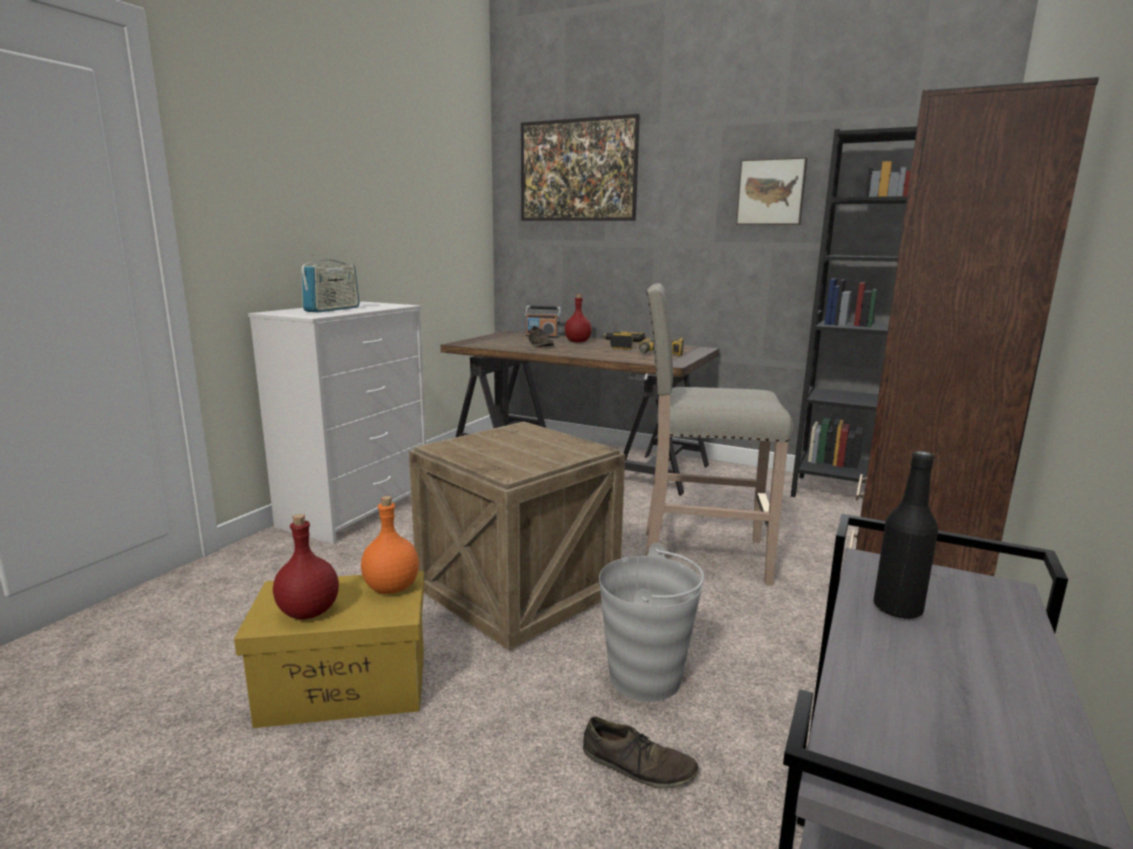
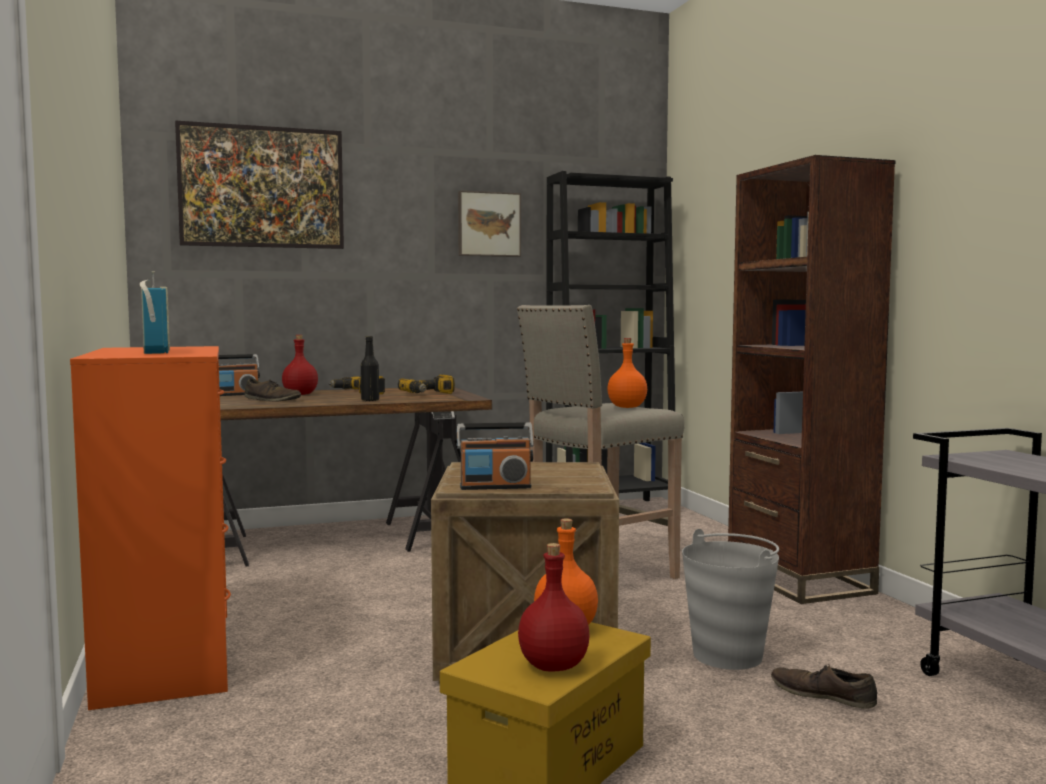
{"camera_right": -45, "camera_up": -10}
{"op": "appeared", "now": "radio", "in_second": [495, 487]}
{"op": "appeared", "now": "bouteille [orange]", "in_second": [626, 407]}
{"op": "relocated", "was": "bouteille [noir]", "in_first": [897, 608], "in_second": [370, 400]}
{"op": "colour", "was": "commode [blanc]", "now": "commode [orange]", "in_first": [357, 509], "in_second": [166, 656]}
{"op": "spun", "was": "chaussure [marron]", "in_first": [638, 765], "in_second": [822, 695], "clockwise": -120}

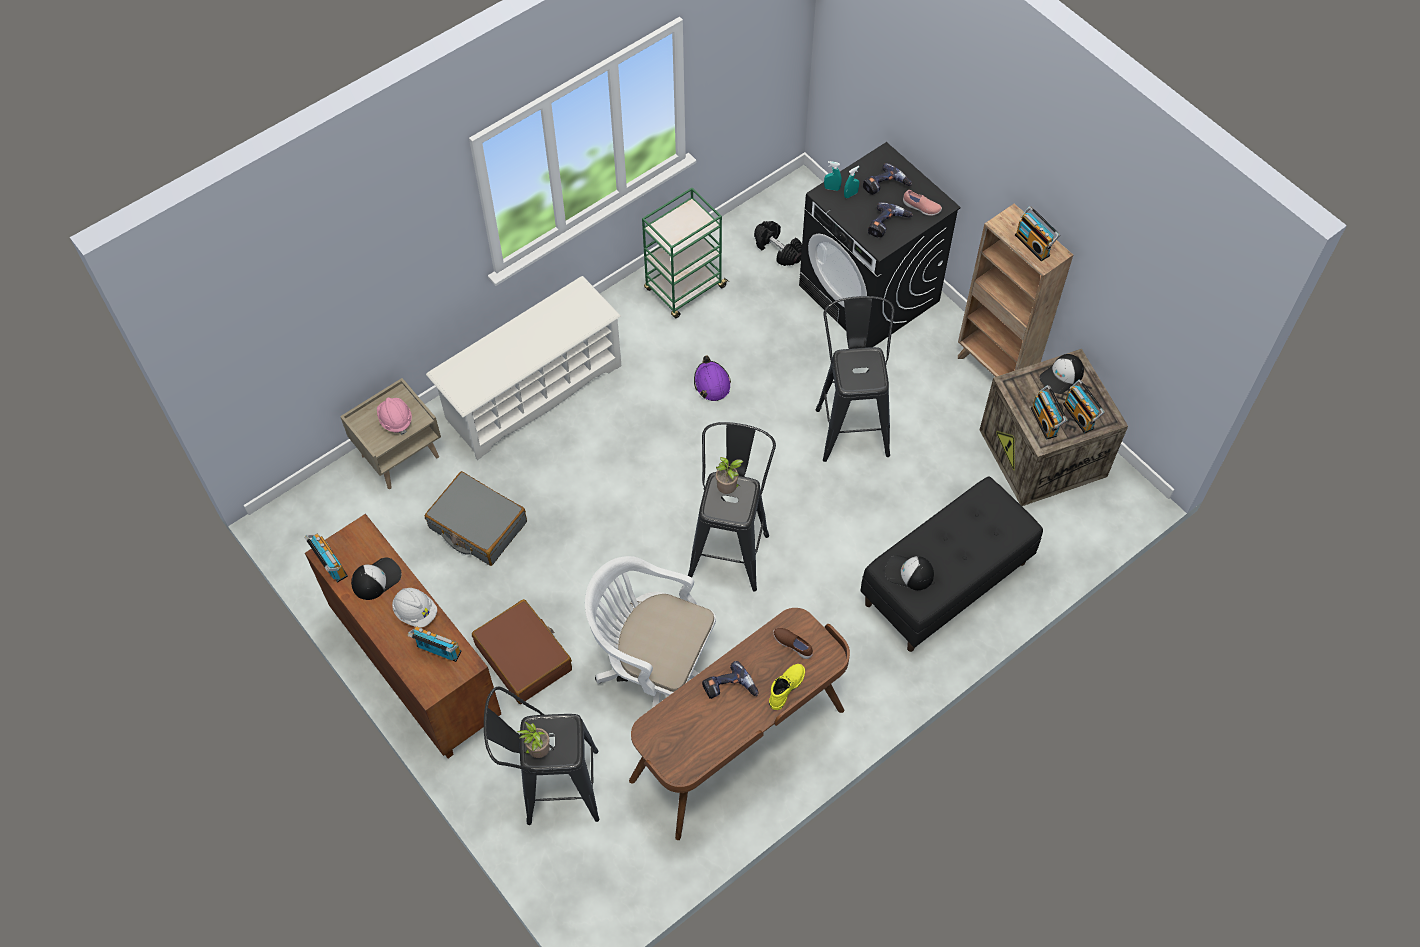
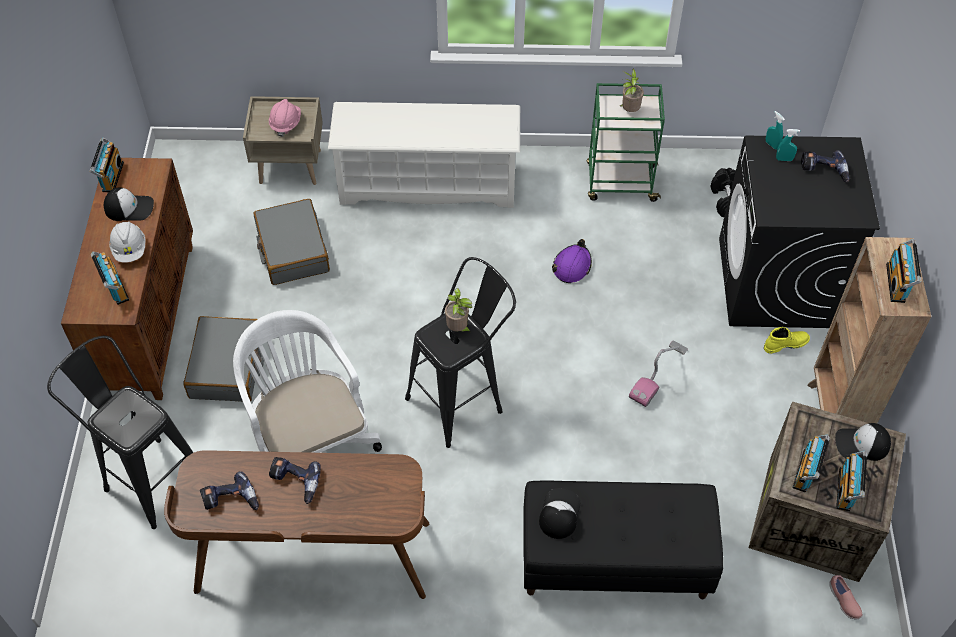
{"camera_right": 40, "camera_up": -5}
{"op": "missing", "was": "chaussure [marron]", "in_first": [793, 644]}
{"op": "relocated", "was": "plante en pot", "in_first": [538, 751], "in_second": [629, 110]}
{"op": "relocated", "was": "botte [jaune]", "in_first": [786, 687], "in_second": [785, 343]}
{"op": "relocated", "was": "perceuse", "in_first": [888, 225], "in_second": [230, 501]}
{"op": "relocated", "was": "chaussure [rose]", "in_first": [921, 208], "in_second": [843, 601]}
{"op": "exchanged", "was": "tabouret [noir]", "now": "aspirateur", "in_first": [851, 424], "in_second": [658, 374]}
{"op": "colour", "was": "valise [marron]", "now": "valise [gris]", "in_first": [524, 657], "in_second": [228, 367]}
{"op": "spun", "was": "casquette", "in_first": [909, 573], "in_second": [559, 513], "clockwise": 45}

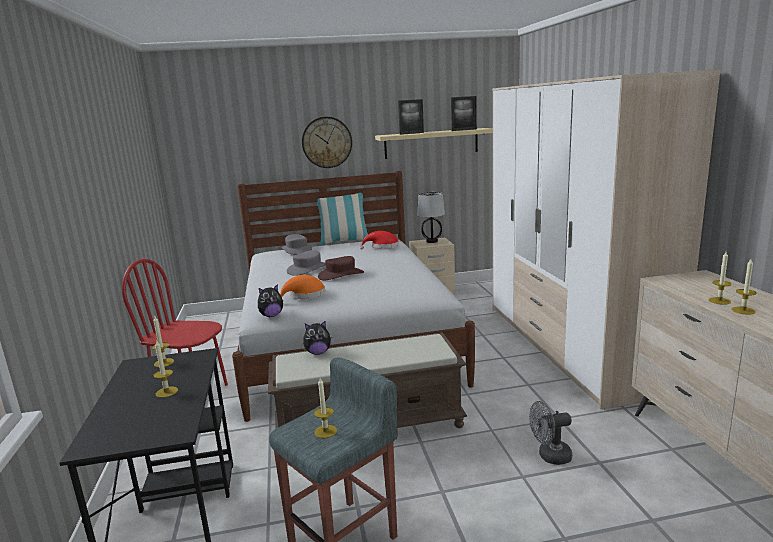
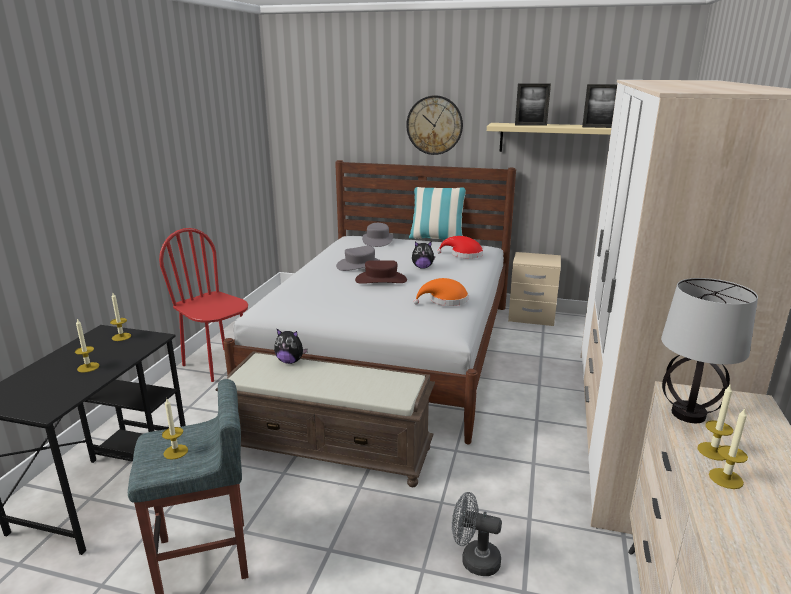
{"camera_right": 25, "camera_up": 5}
{"op": "relocated", "was": "peluche", "in_first": [271, 315], "in_second": [422, 267]}
{"op": "relocated", "was": "chapeau [orange]", "in_first": [305, 295], "in_second": [445, 300]}
{"op": "relocated", "was": "lampe de table", "in_first": [432, 241], "in_second": [689, 414]}

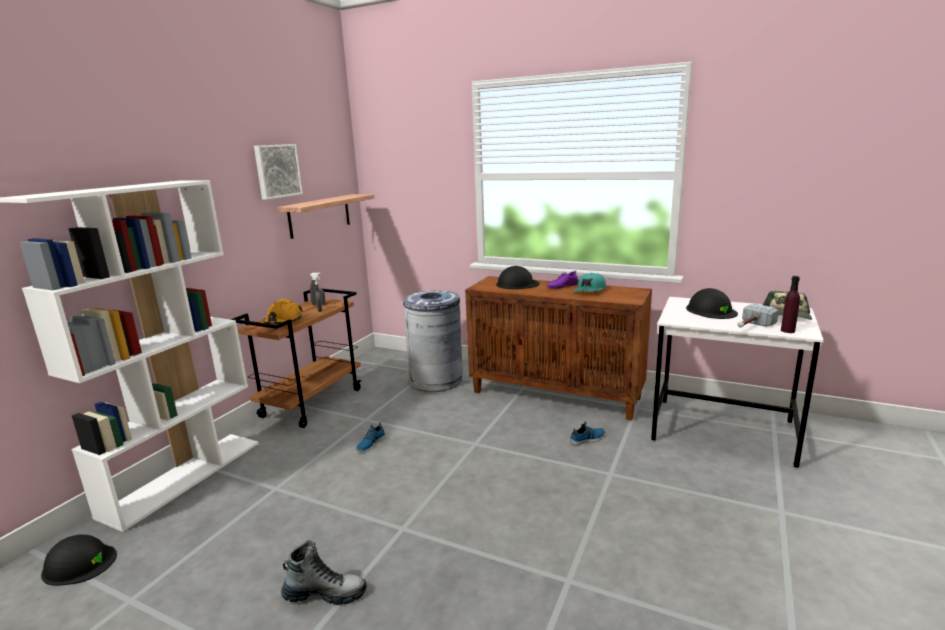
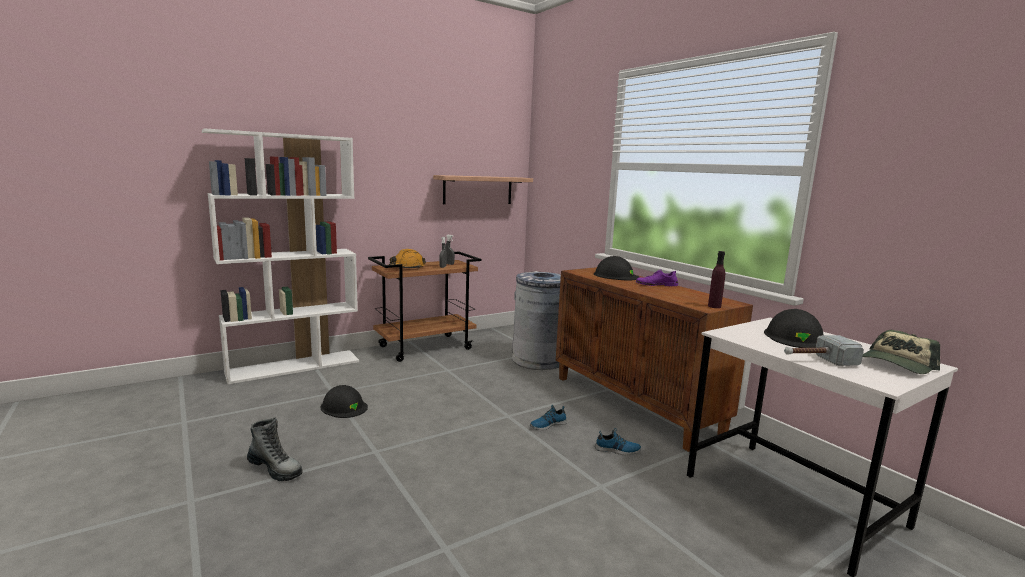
{"camera_right": 30, "camera_up": -5}
{"op": "missing", "was": "tableau", "in_first": [277, 171]}
{"op": "missing", "was": "casquette [turquoise]", "in_first": [590, 290]}
{"op": "relocated", "was": "casque de chantier [noir]", "in_first": [79, 564], "in_second": [344, 407]}
{"op": "relocated", "was": "chaussure", "in_first": [370, 444], "in_second": [547, 425]}
{"op": "relocated", "was": "bouteille [violet]", "in_first": [787, 331], "in_second": [714, 306]}

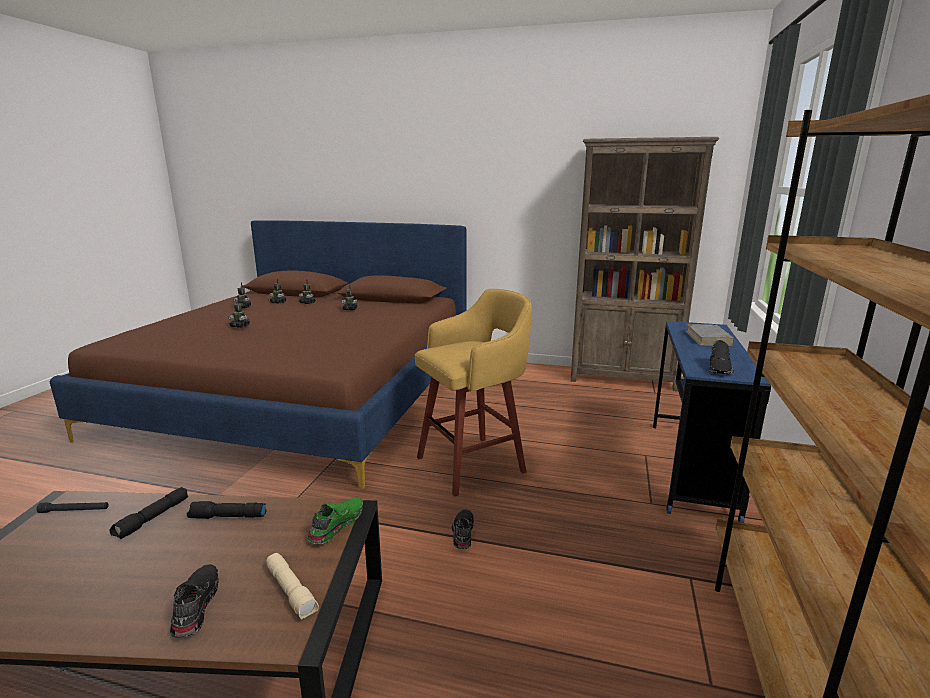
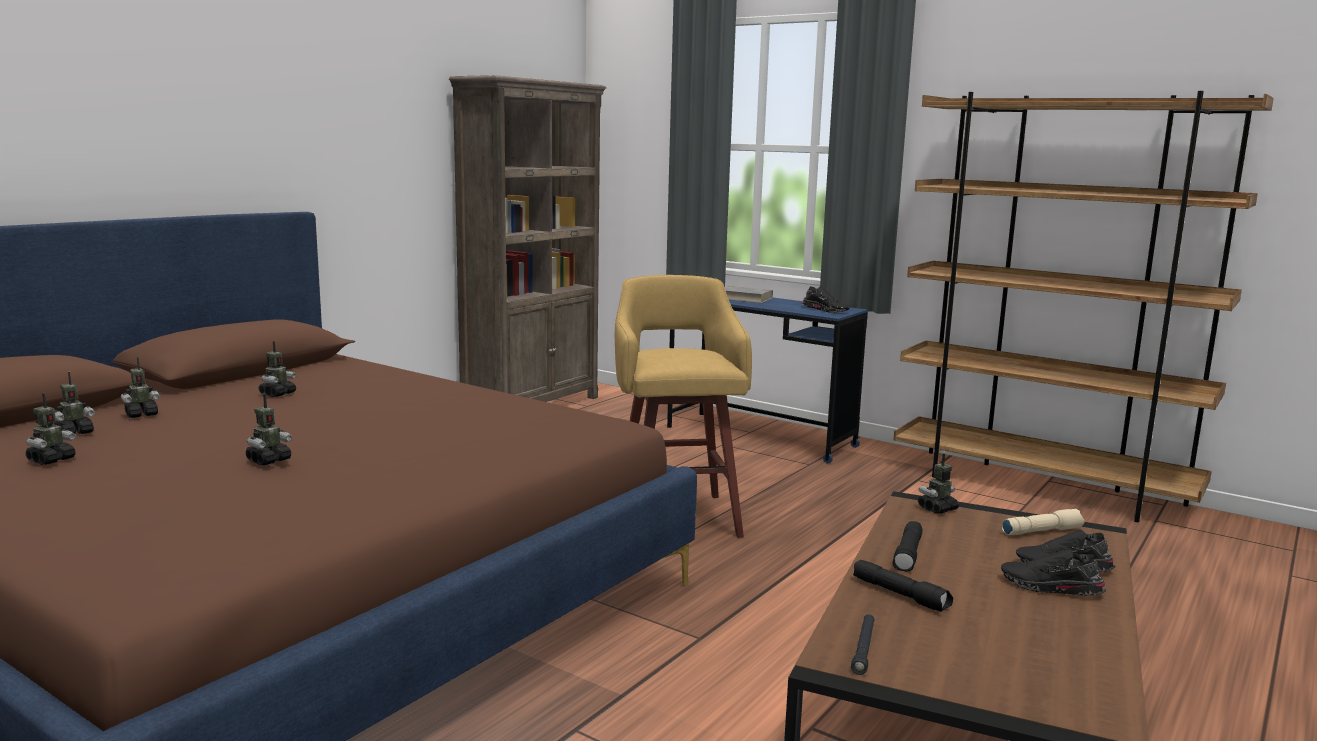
{"camera_right": -70, "camera_up": -5}
{"op": "relocated", "was": "chaussure [noir]", "in_first": [462, 533], "in_second": [1050, 588]}
{"op": "exchanged", "was": "chaussure [vert]", "now": "robot jouet", "in_first": [335, 525], "in_second": [937, 509]}

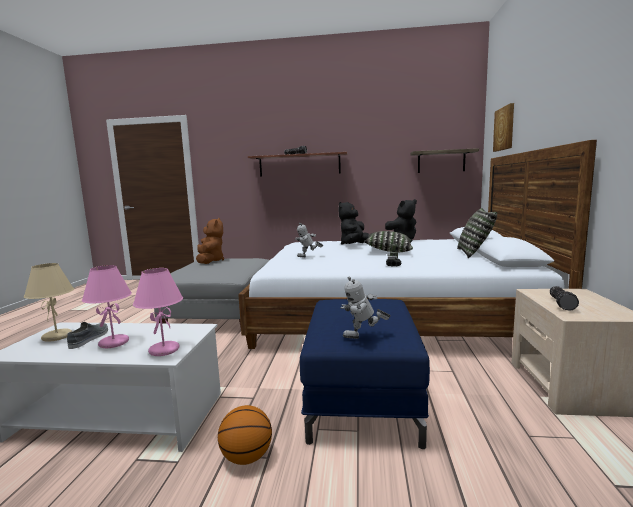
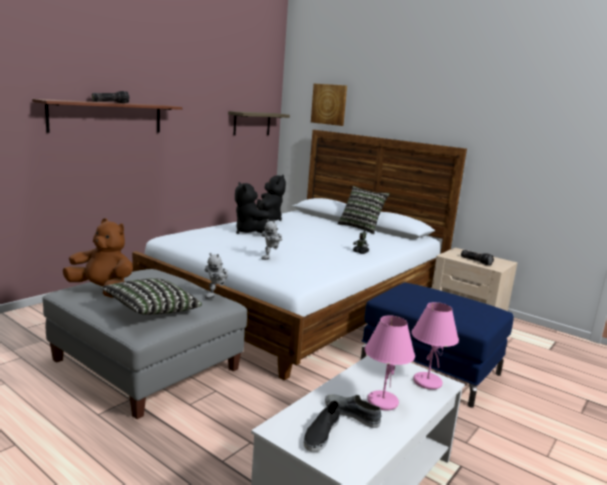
{"camera_right": -60, "camera_up": 5}
{"op": "missing", "was": "ballon de basket", "in_first": [247, 457]}
{"op": "relocated", "was": "robot jouet", "in_first": [364, 338], "in_second": [216, 296]}
{"op": "relocated", "was": "coussin", "in_first": [388, 251], "in_second": [151, 311]}
{"op": "exchanged", "was": "lampe de table [beige]", "now": "chaussure [noir]", "in_first": [57, 337], "in_second": [321, 433]}

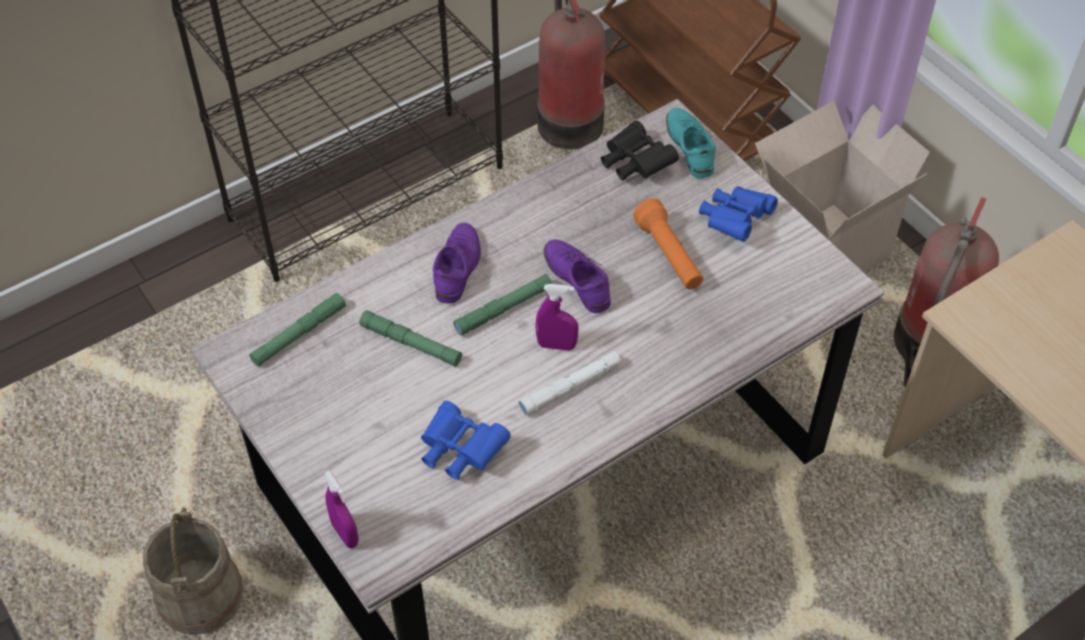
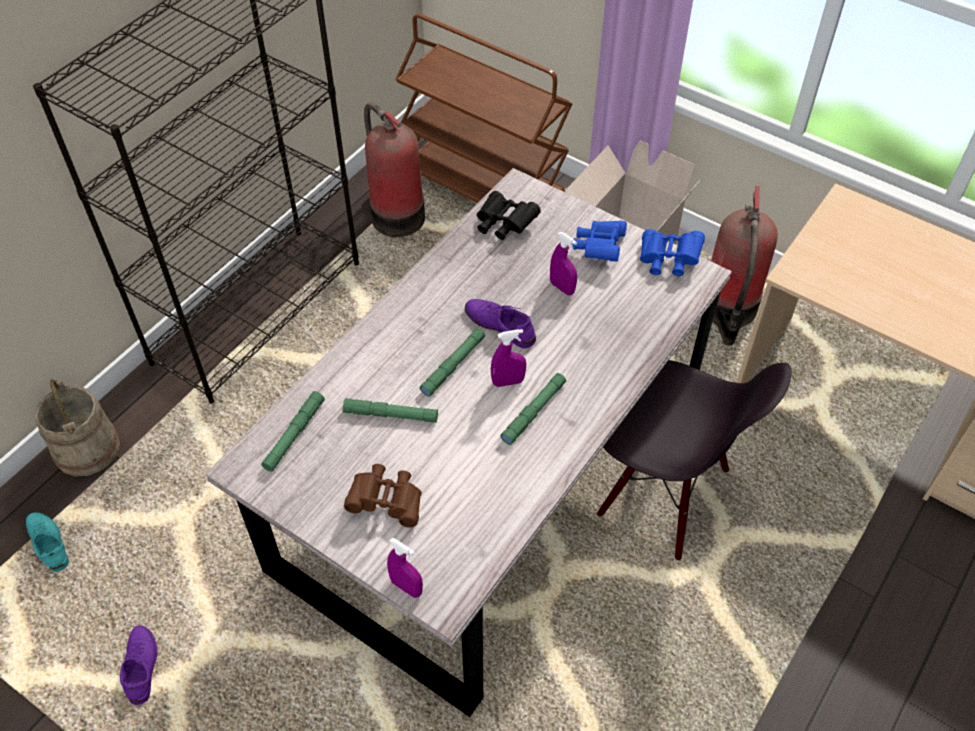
{"camera_right": -20, "camera_up": 0}
{"op": "appeared", "now": "jumelles [marron]", "in_second": [387, 502]}
{"op": "appeared", "now": "chaise [noir]", "in_second": [663, 494]}
{"op": "relocated", "was": "seau [beige]", "in_first": [201, 596], "in_second": [87, 448]}
{"op": "relocated", "was": "jumelles [bleu]", "in_first": [460, 451], "in_second": [668, 260]}
{"op": "relocated", "was": "chaussure [violet]", "in_first": [457, 267], "in_second": [141, 666]}
{"op": "relocated", "was": "chaussure [turquoise]", "in_first": [690, 146], "in_second": [49, 543]}
{"op": "exchanged", "was": "lampe de poche [orange]", "now": "vaporisateur [violet]", "in_first": [669, 255], "in_second": [562, 288]}
{"op": "colour", "was": "lampe de poche [blanc]", "now": "lampe de poche [vert]", "in_first": [570, 387], "in_second": [533, 412]}

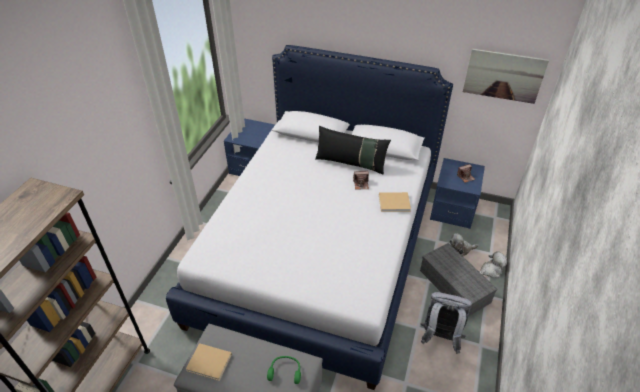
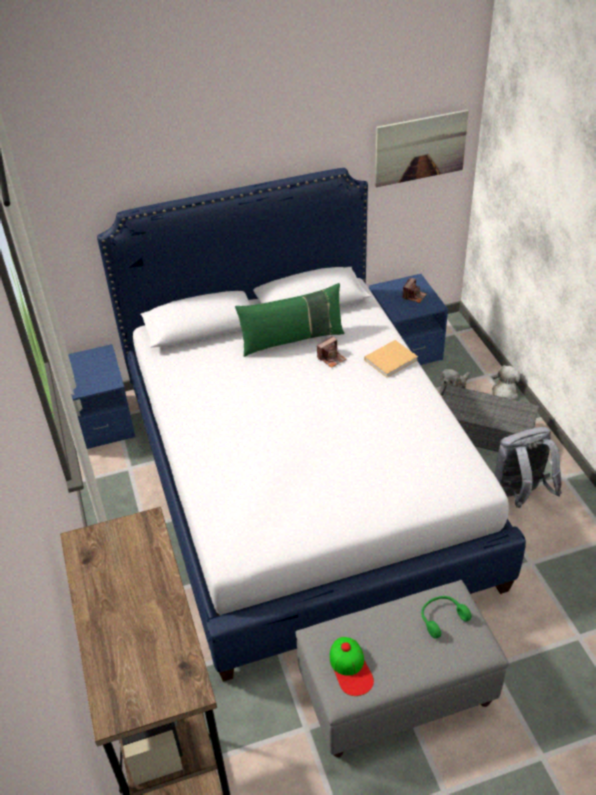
{"camera_right": -35, "camera_up": 0}
{"op": "exchanged", "was": "livre [beige]", "now": "casquette", "in_first": [210, 363], "in_second": [351, 668]}
{"op": "colour", "was": "coussin [noir]", "now": "coussin [vert]", "in_first": [351, 163], "in_second": [292, 339]}

